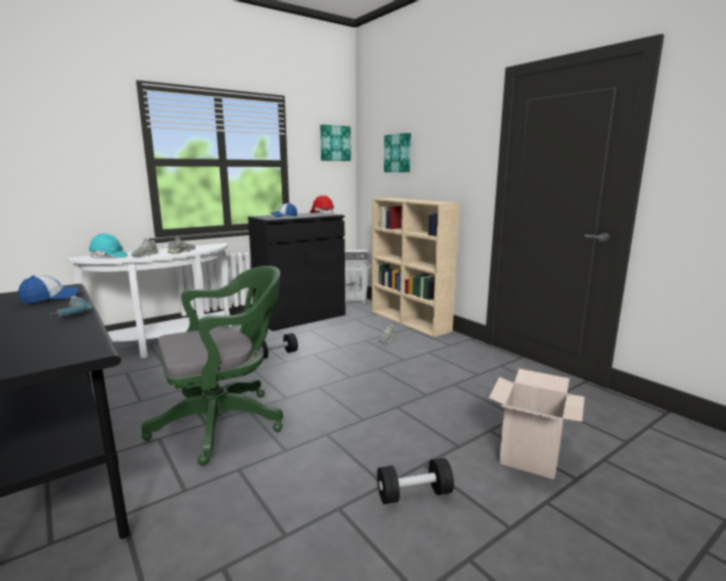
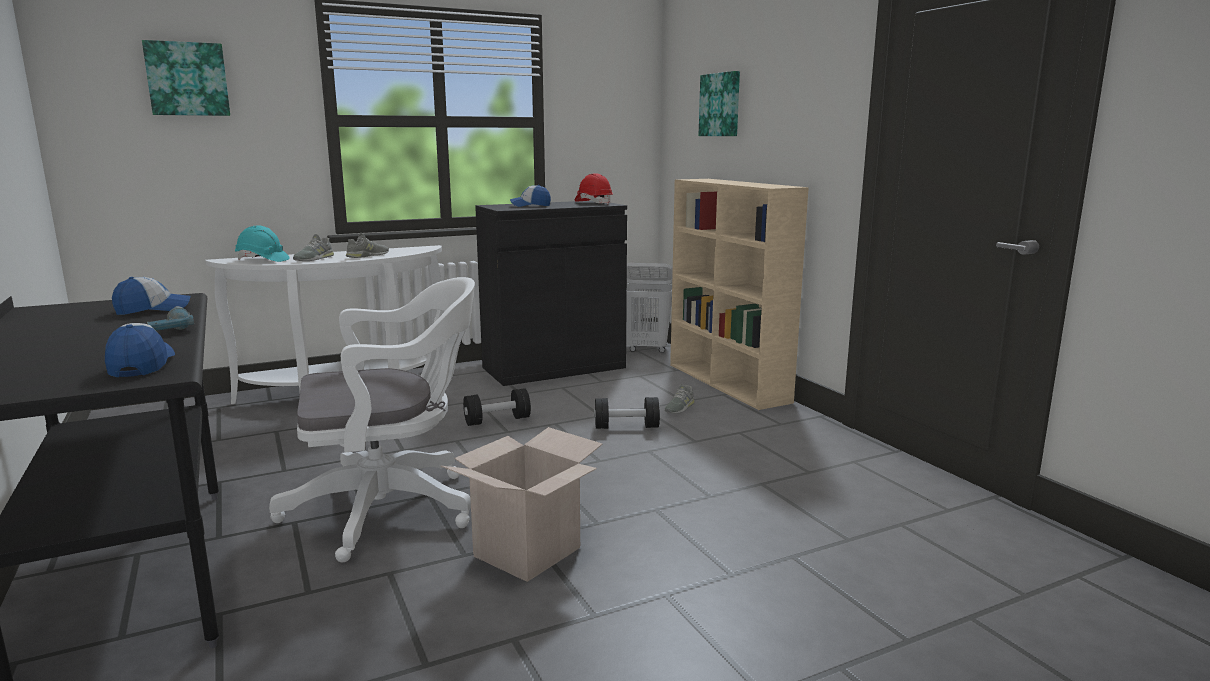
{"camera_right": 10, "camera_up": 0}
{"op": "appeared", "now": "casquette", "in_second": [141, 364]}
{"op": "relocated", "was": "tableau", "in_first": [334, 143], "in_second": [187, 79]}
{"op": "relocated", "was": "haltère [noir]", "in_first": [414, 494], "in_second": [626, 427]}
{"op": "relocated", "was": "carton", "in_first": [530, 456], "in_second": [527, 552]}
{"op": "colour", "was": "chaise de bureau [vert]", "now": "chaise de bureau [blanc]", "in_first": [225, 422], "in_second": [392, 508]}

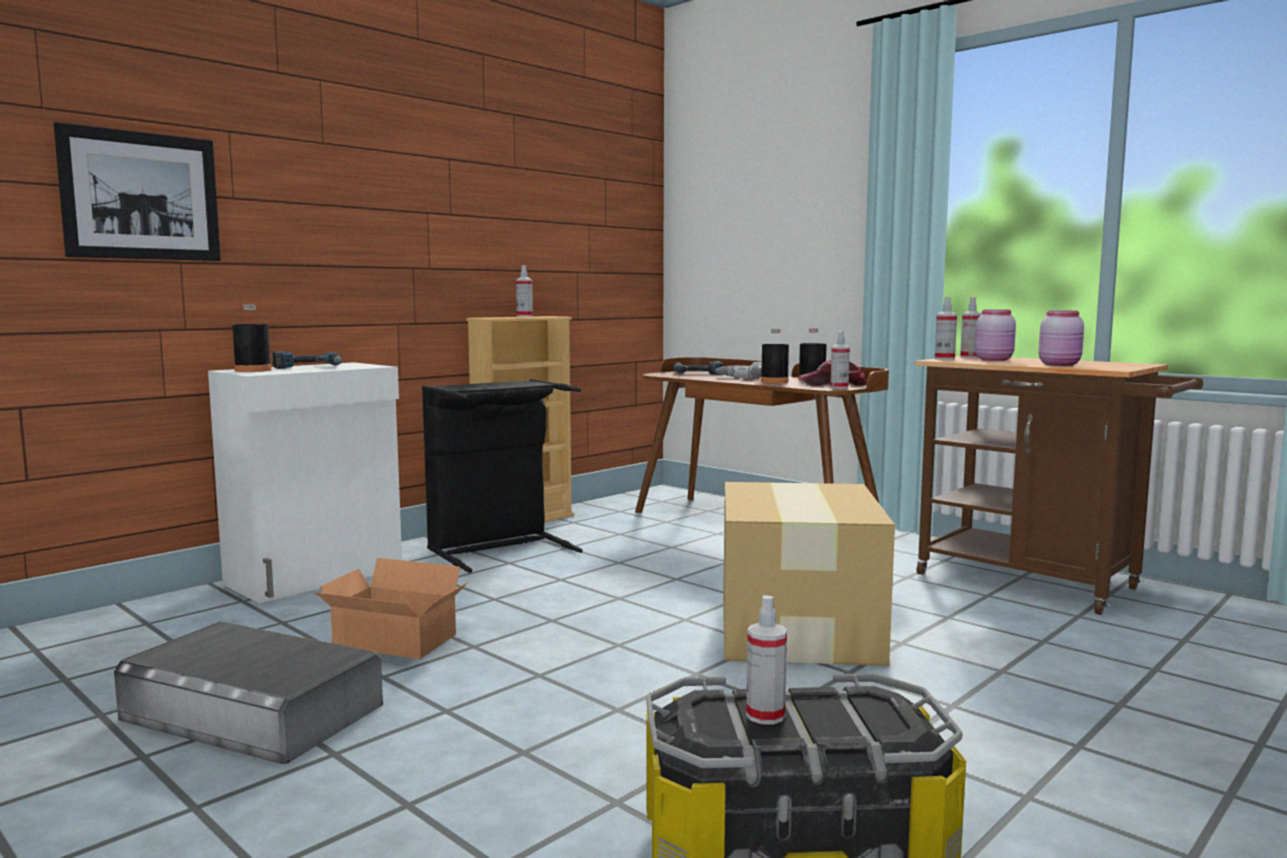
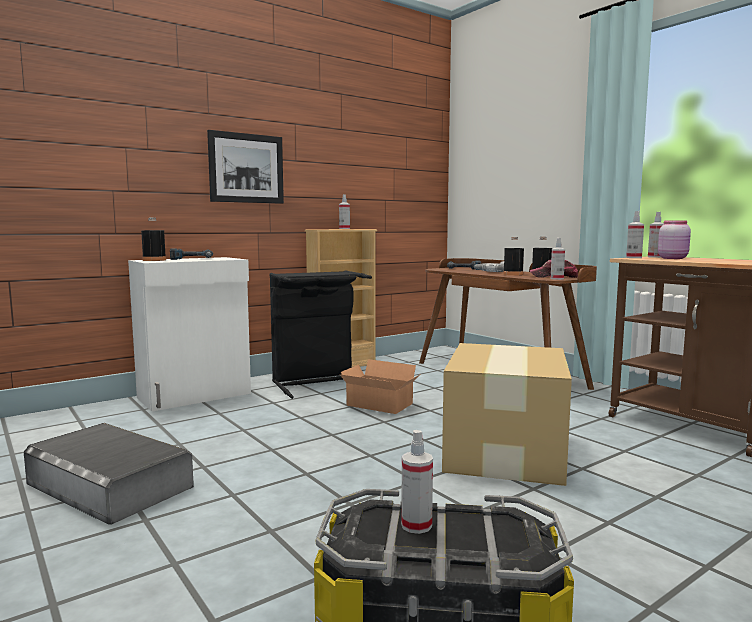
{"camera_right": 10, "camera_up": 0}
{"op": "missing", "was": "bocal [rose]", "in_first": [1060, 364]}
{"op": "relocated", "was": "tableau", "in_first": [141, 196], "in_second": [246, 168]}
{"op": "relocated", "was": "carton", "in_first": [395, 642], "in_second": [379, 405]}

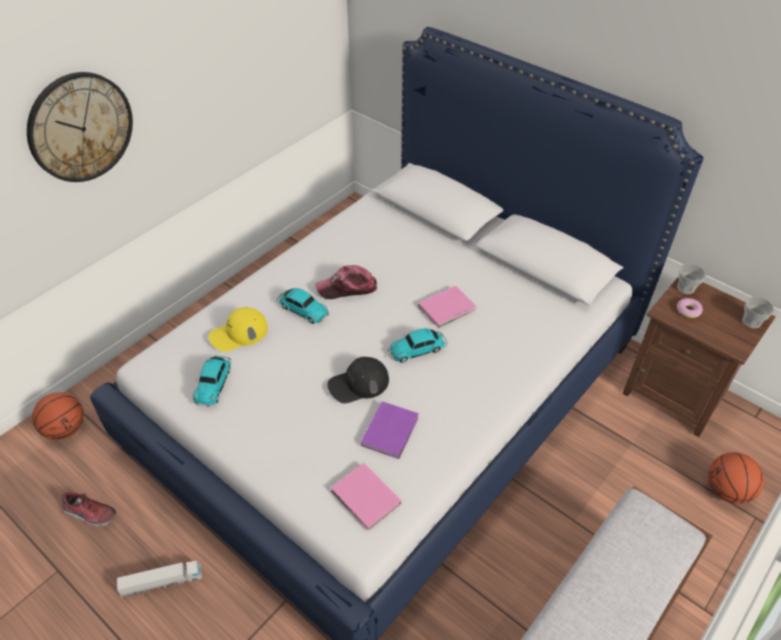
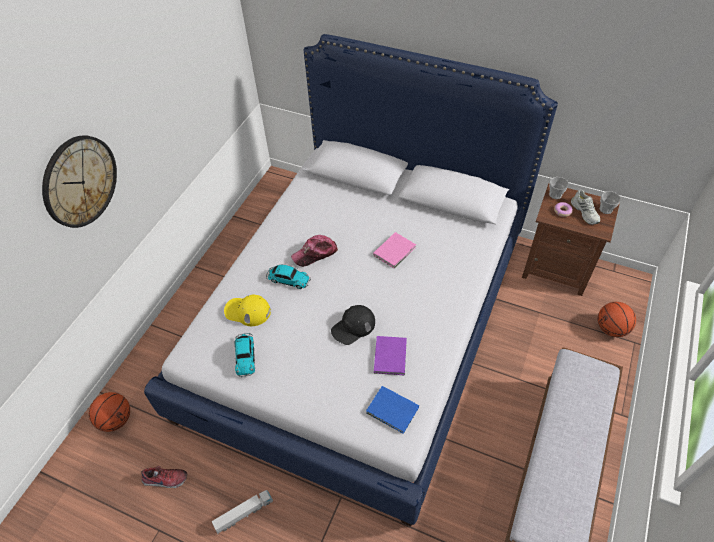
{"camera_right": -15, "camera_up": 5}
{"op": "missing", "was": "petite voiture", "in_first": [418, 349]}
{"op": "appeared", "now": "chaussure [blanc]", "in_second": [585, 212]}
{"op": "colour", "was": "livre [rose]", "now": "livre [bleu]", "in_first": [366, 499], "in_second": [393, 411]}
{"op": "spun", "was": "casquette [jaune]", "in_first": [239, 333], "in_second": [247, 311], "clockwise": 60}

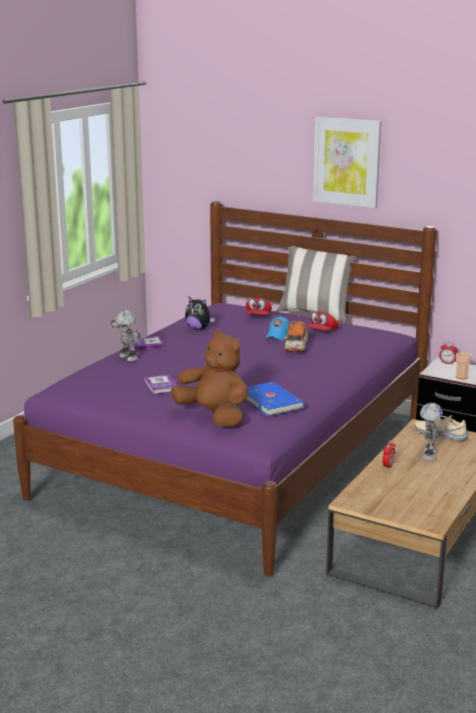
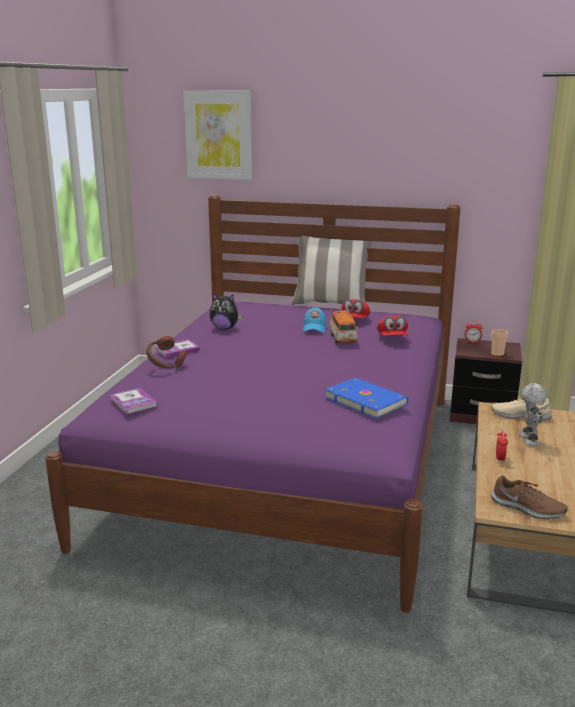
{"camera_right": -15, "camera_up": 0}
{"op": "missing", "was": "peluche [marron]", "in_first": [214, 416]}
{"op": "appeared", "now": "chaussure [marron]", "in_second": [527, 508]}
{"op": "relocated", "was": "livre", "in_first": [161, 385], "in_second": [133, 402]}
{"op": "relocated", "was": "casquette [rouge]", "in_first": [258, 317], "in_second": [392, 338]}
{"op": "relocated", "was": "tableau", "in_first": [346, 162], "in_second": [219, 135]}
{"op": "exchanged", "was": "robot jouet", "now": "casque audio [marron]", "in_first": [127, 358], "in_second": [166, 367]}

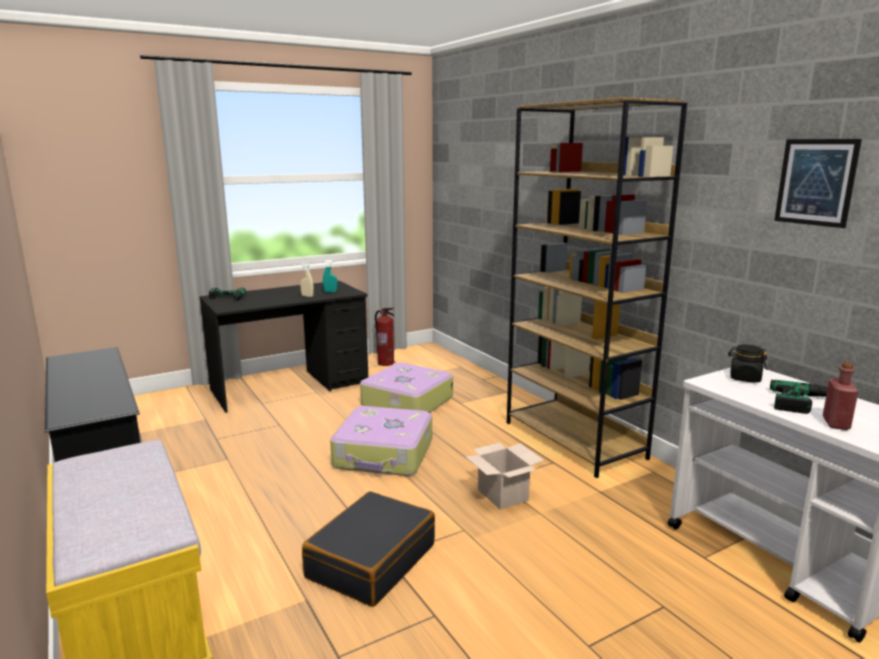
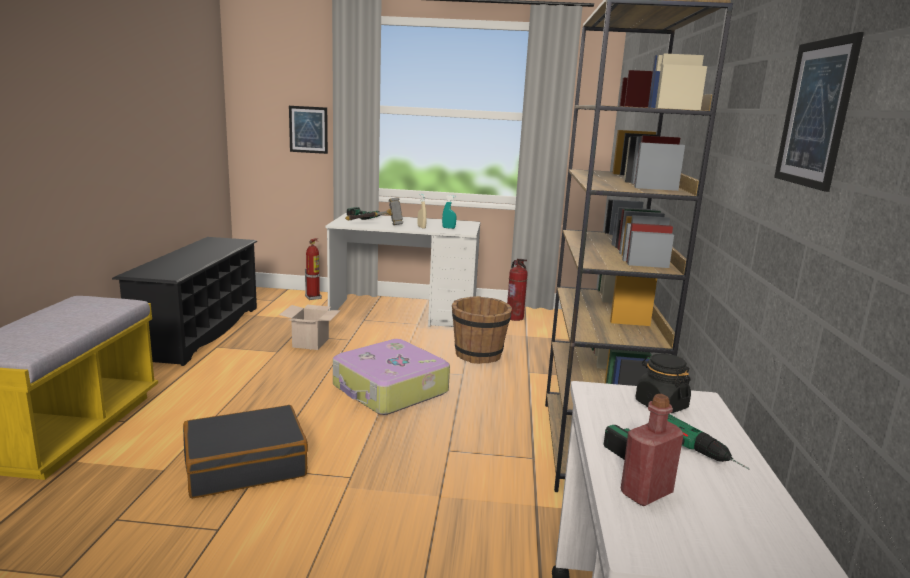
{"camera_right": 35, "camera_up": 0}
{"op": "appeared", "now": "tableau", "in_second": [308, 129]}
{"op": "appeared", "now": "extincteur", "in_second": [313, 297]}
{"op": "appeared", "now": "marteau", "in_second": [376, 225]}
{"op": "relocated", "was": "carton", "in_first": [504, 495], "in_second": [311, 343]}
{"op": "exchanged", "was": "valise", "now": "seau [marron]", "in_first": [406, 402], "in_second": [478, 355]}
{"op": "colour", "was": "bureau [noir]", "now": "bureau [blanc]", "in_first": [290, 386], "in_second": [404, 314]}

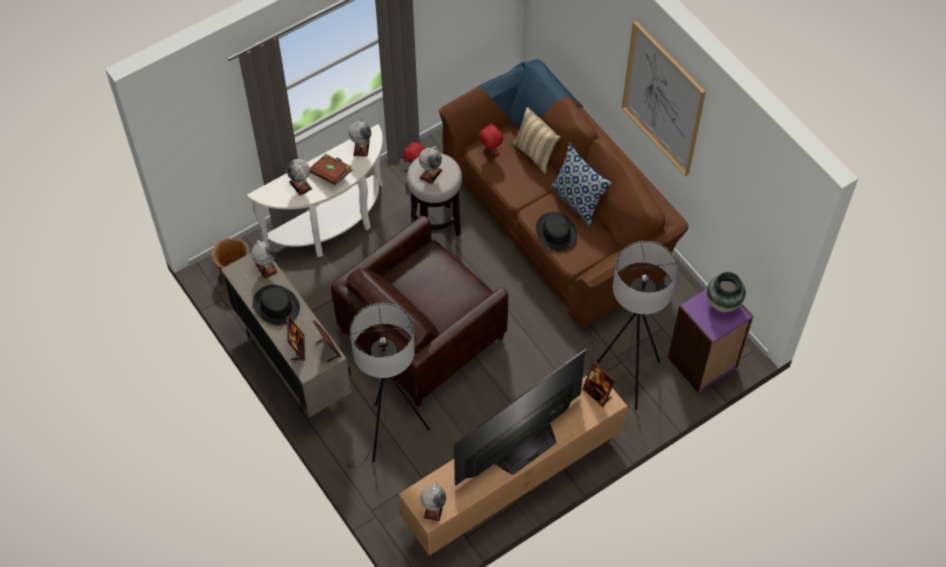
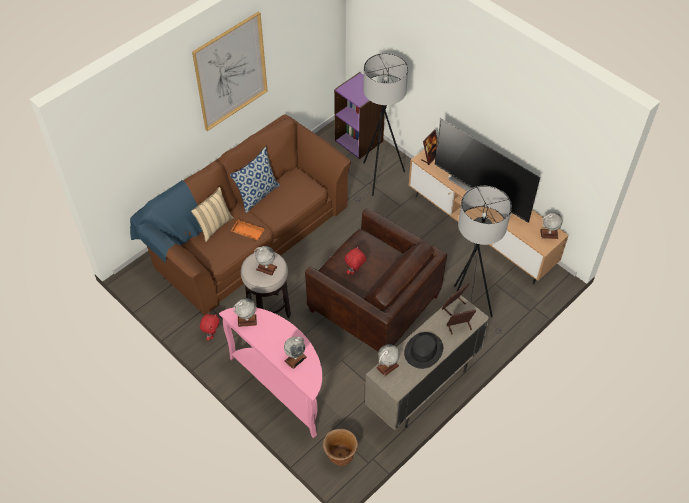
{"camera_right": -100, "camera_up": -5}
{"op": "missing", "was": "livre [marron]", "in_first": [331, 174]}
{"op": "missing", "was": "chapeau [noir]", "in_first": [556, 232]}
{"op": "missing", "was": "vase", "in_first": [723, 303]}
{"op": "appeared", "now": "plateau [orange]", "in_second": [247, 232]}
{"op": "relocated", "was": "peluche [rouge]", "in_first": [490, 152], "in_second": [355, 271]}
{"op": "colour", "was": "table console [blanc]", "now": "table console [rose]", "in_first": [332, 227], "in_second": [283, 386]}

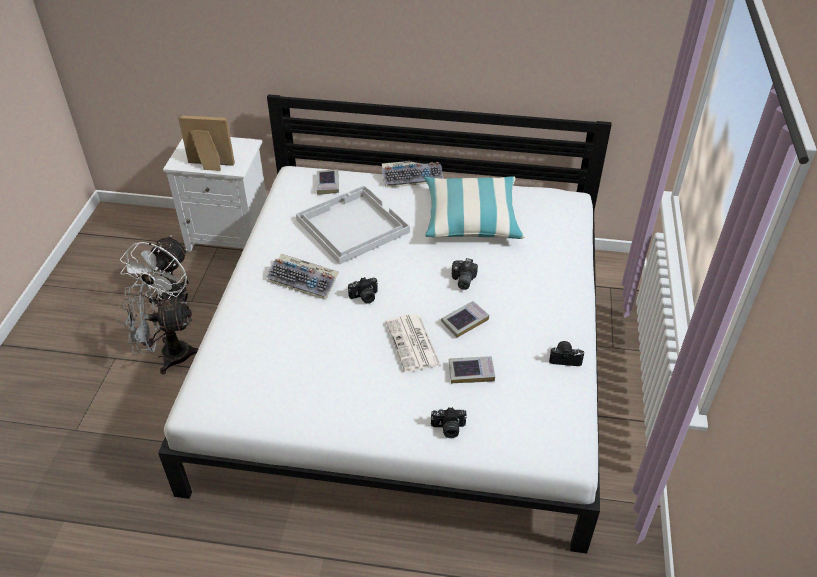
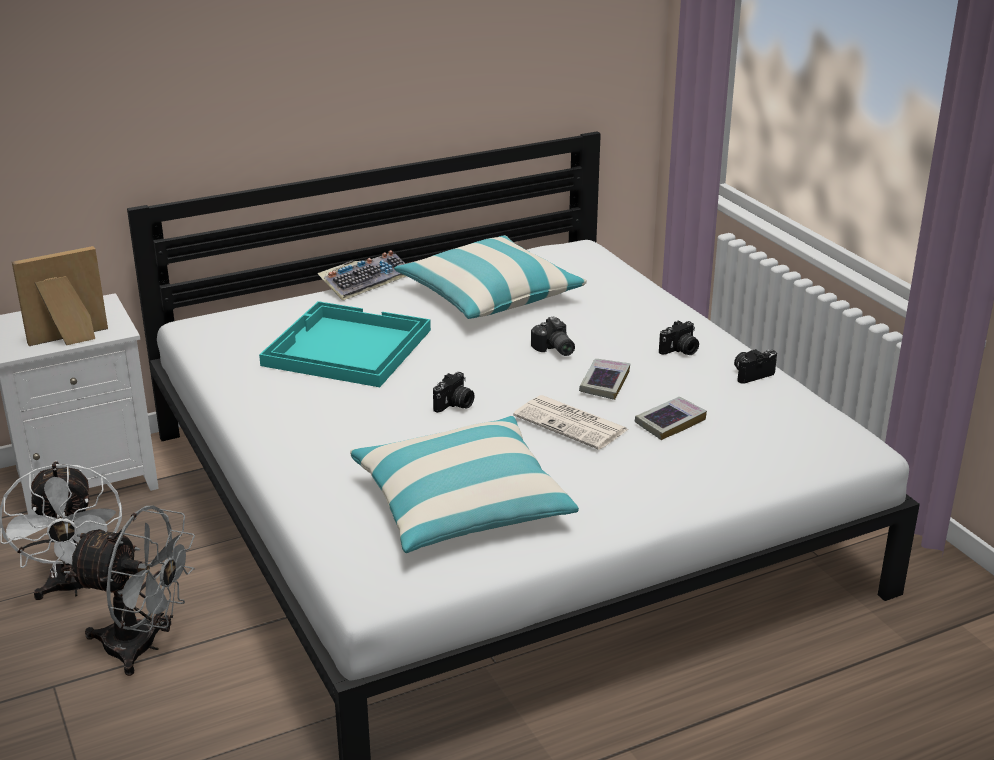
{"camera_right": -35, "camera_up": -15}
{"op": "missing", "was": "clavier", "in_first": [304, 281]}
{"op": "missing", "was": "livre", "in_first": [327, 184]}
{"op": "appeared", "now": "coussin", "in_second": [462, 504]}
{"op": "relocated", "was": "appareil photo", "in_first": [448, 429], "in_second": [680, 351]}
{"op": "colour", "was": "plateau [blanc]", "now": "plateau [turquoise]", "in_first": [351, 226], "in_second": [345, 348]}
{"op": "spun", "was": "ventilateur [gris]", "in_first": [167, 356], "in_second": [143, 647], "clockwise": -120}

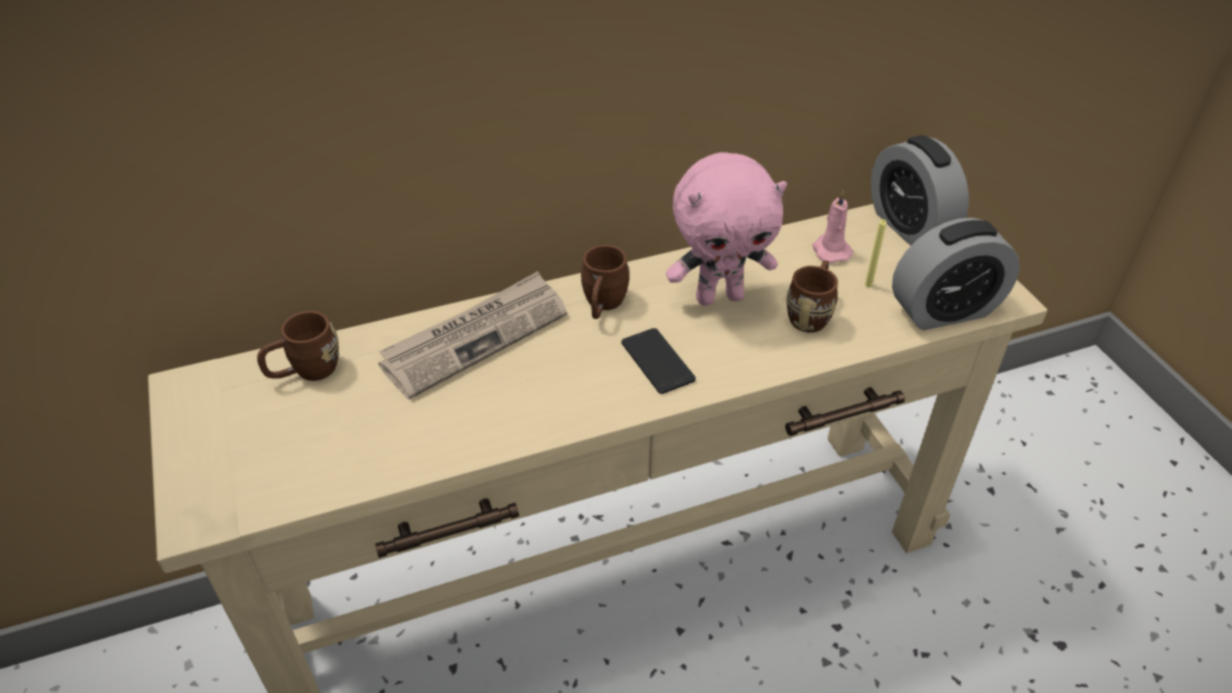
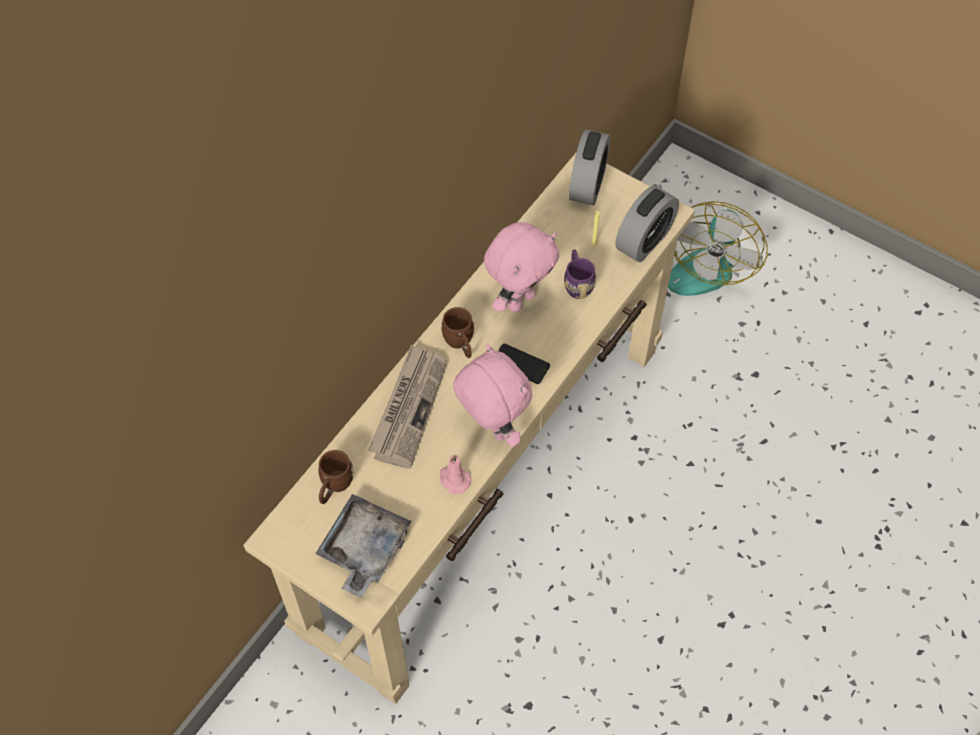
{"camera_right": -35, "camera_up": 15}
{"op": "appeared", "now": "plateau [gris]", "in_second": [364, 549]}
{"op": "appeared", "now": "peluche [rose]", "in_second": [491, 429]}
{"op": "appeared", "now": "ventilateur", "in_second": [705, 262]}
{"op": "relocated", "was": "bougie [rose]", "in_first": [830, 250], "in_second": [454, 479]}
{"op": "colour", "was": "mug [marron]", "now": "mug [violet]", "in_first": [811, 313], "in_second": [577, 283]}
{"op": "spun", "was": "réveil", "in_first": [909, 226], "in_second": [587, 185], "clockwise": -105}

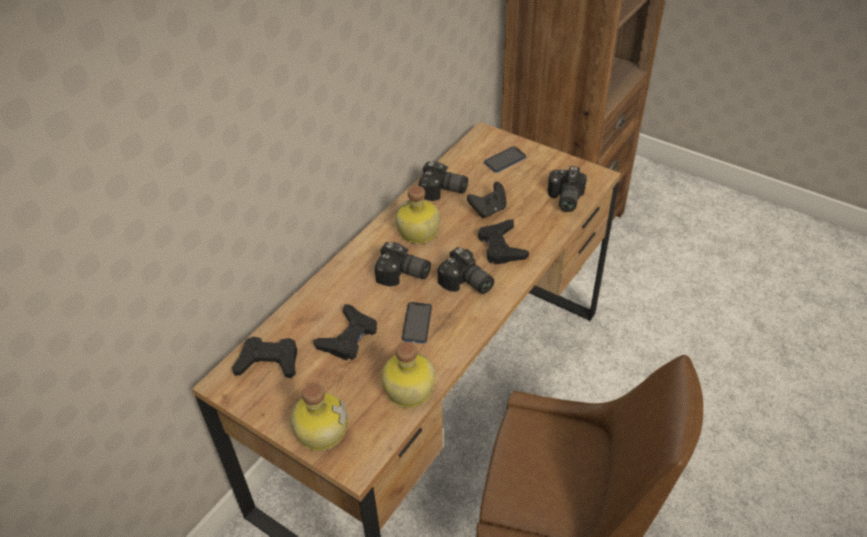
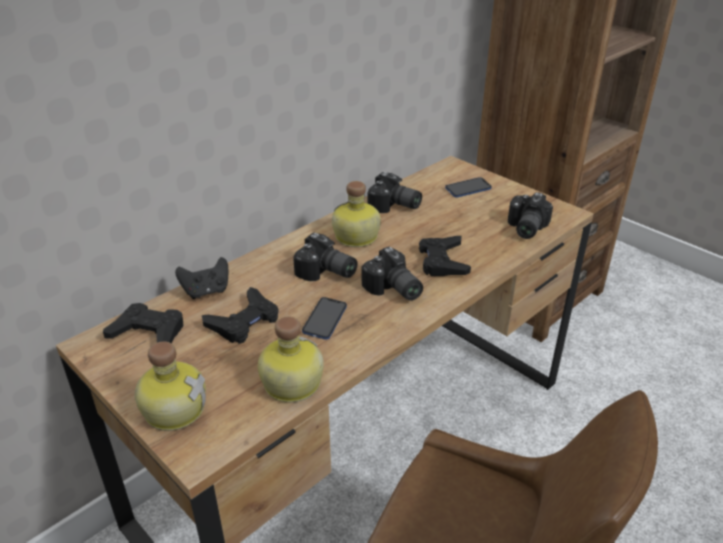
{"camera_right": 10, "camera_up": -10}
{"op": "relocated", "was": "manette [noir]", "in_first": [488, 210], "in_second": [206, 291]}

